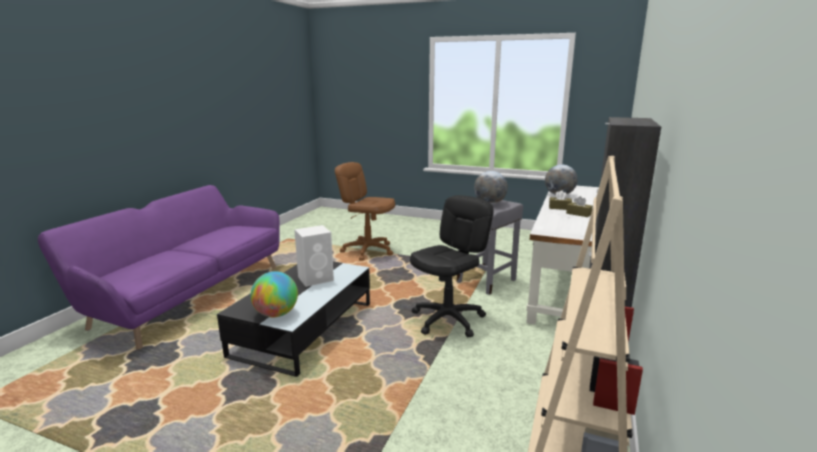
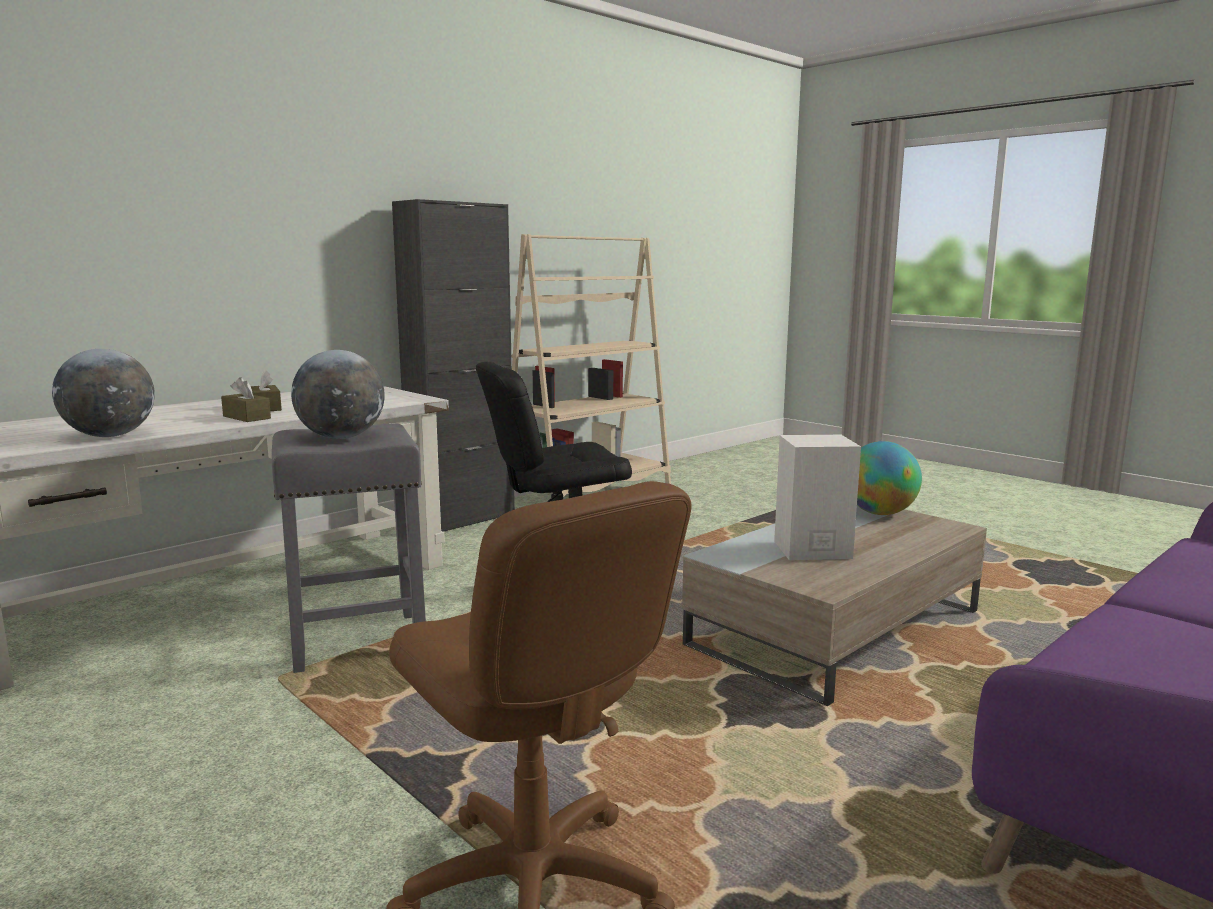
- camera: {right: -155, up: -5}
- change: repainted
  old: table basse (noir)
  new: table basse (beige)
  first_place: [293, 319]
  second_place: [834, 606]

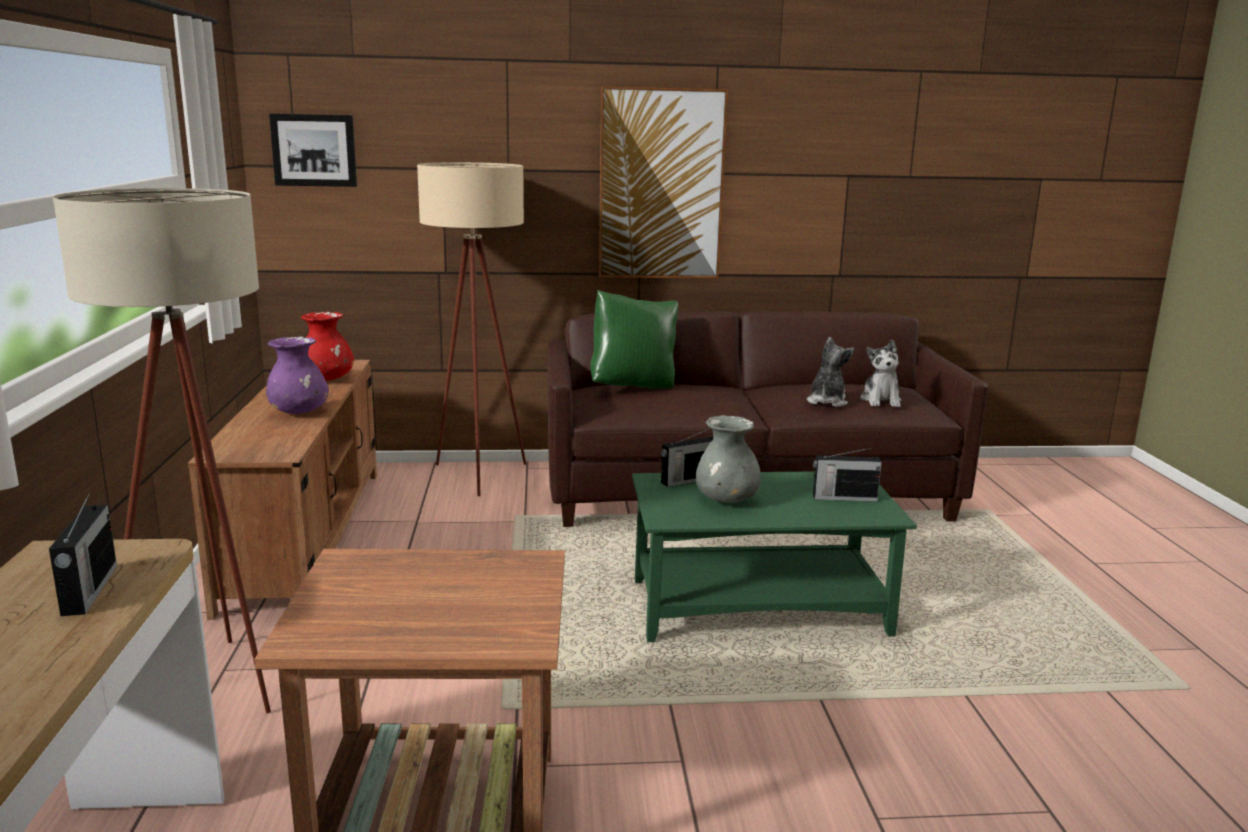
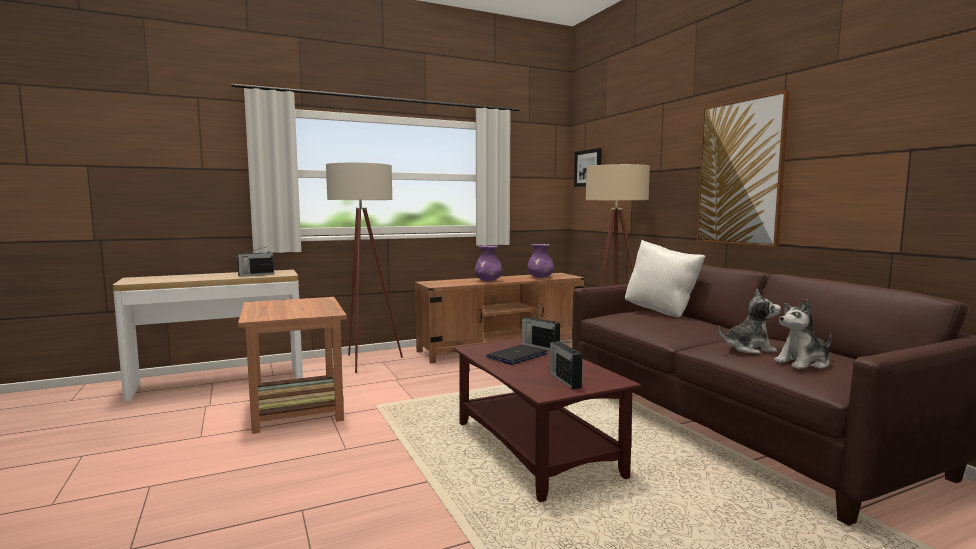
- camera: {right: 70, up: -10}
- change: repainted
  old: vase (rouge)
  new: vase (violet)
  first_place: [327, 346]
  second_place: [540, 261]
- change: repainted
  old: coussin (vert)
  new: coussin (blanc)
  first_place: [634, 339]
  second_place: [665, 279]
- change: repainted
  old: table basse (vert)
  new: table basse (marron)
  first_place: [774, 557]
  second_place: [547, 420]
- change: swapped
  old: vase (gris)
  new: ordinateur portable
  first_place: [728, 459]
  second_place: [516, 355]

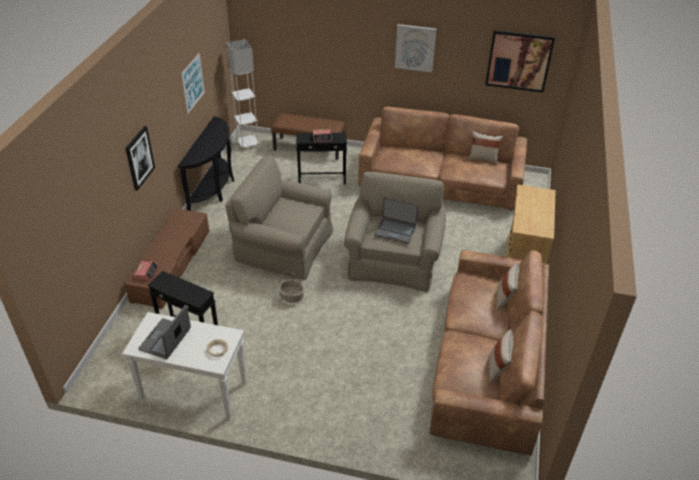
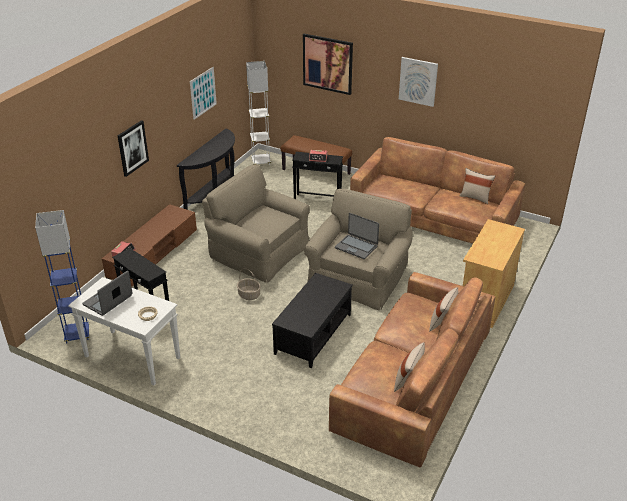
- camera: {right: 15, up: -5}
- change: shifted
  old: tableau
  first_place: [520, 61]
  second_place: [328, 64]
- change: new
  new: lampadaire (bleu)
  second_place: [62, 276]
- change: new
  new: table basse (noir)
  second_place: [312, 320]

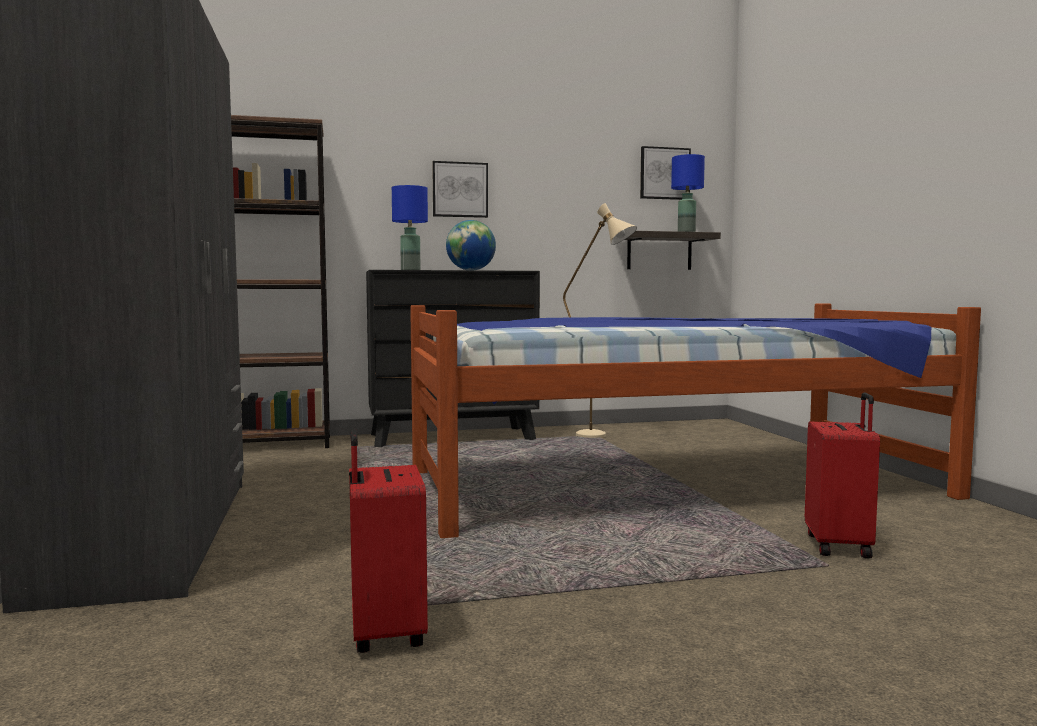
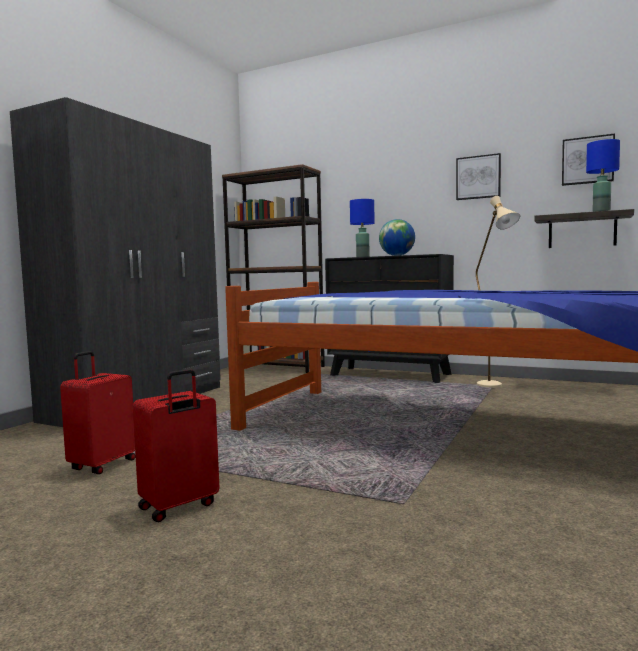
- camera: {right: 40, up: 0}
- change: shifted
  old: tableau
  first_place: [460, 189]
  second_place: [478, 176]
- change: shifted
  old: valise (rouge)
  first_place: [842, 475]
  second_place: [176, 445]

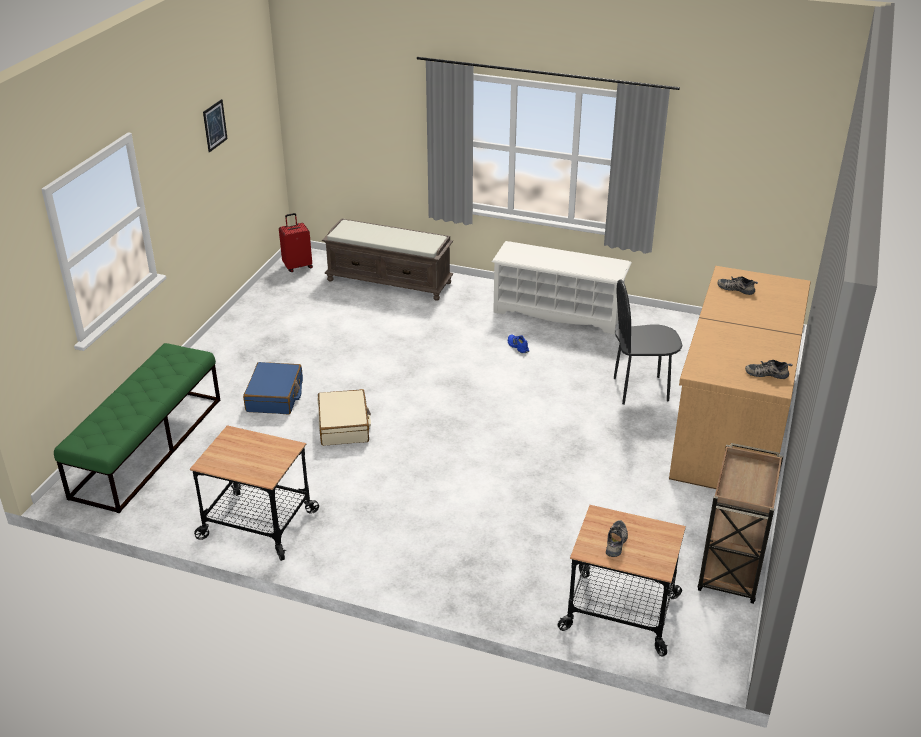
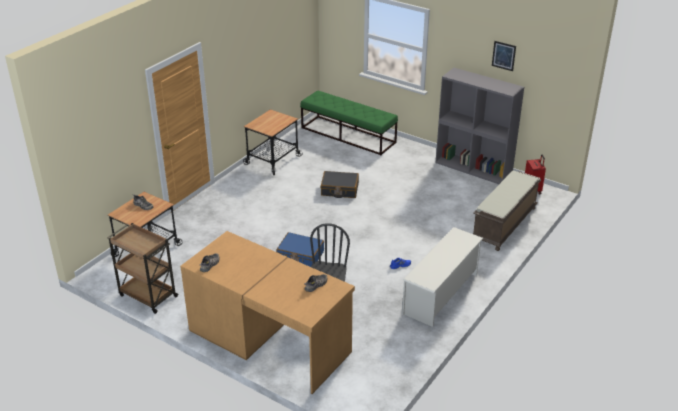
- camera: {right: 105, up: 0}
- change: shifted
  old: valise (bleu)
  first_place: [273, 388]
  second_place: [300, 249]
- change: repainted
  old: valise (beige)
  new: valise (noir)
  first_place: [344, 417]
  second_place: [340, 184]
- change: new
  new: bibliothèque (gris)
  second_place: [480, 126]

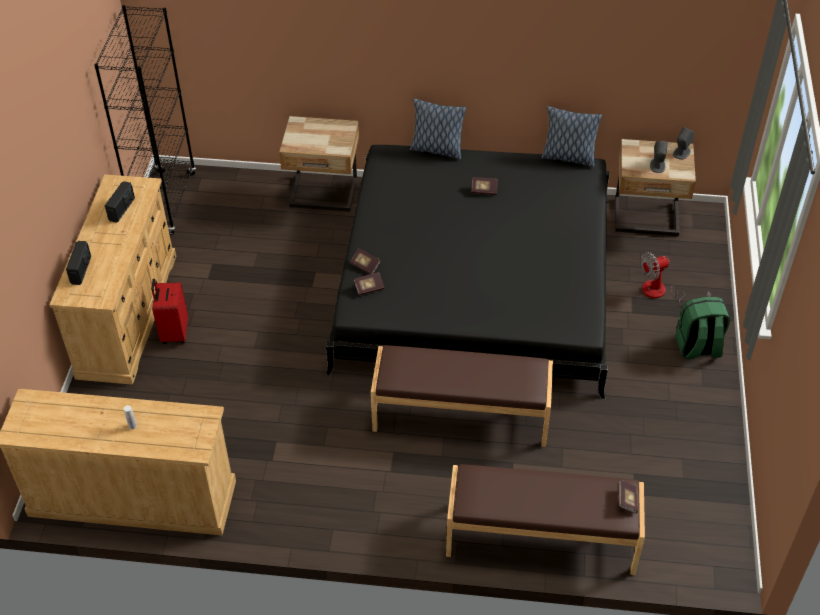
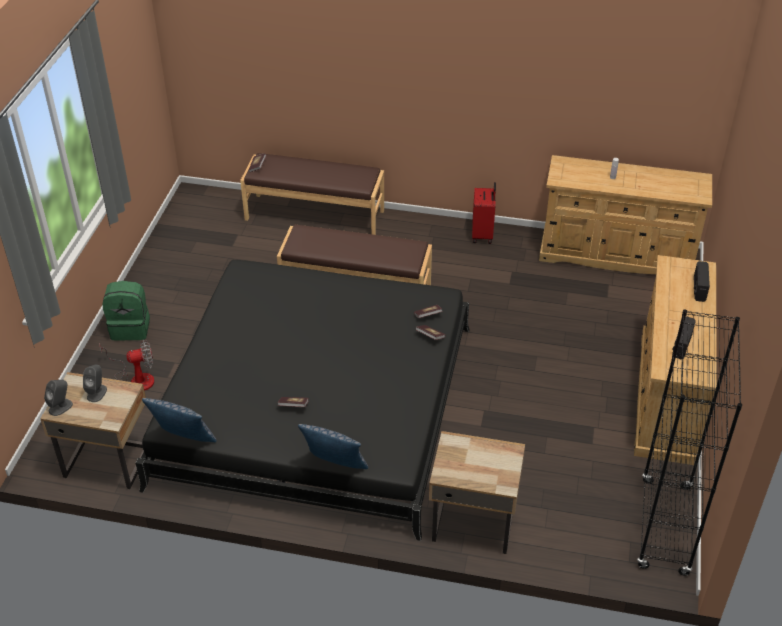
- camera: {right: -175, up: -5}
- change: shifted
  old: valise (rouge)
  first_place: [169, 311]
  second_place: [484, 213]

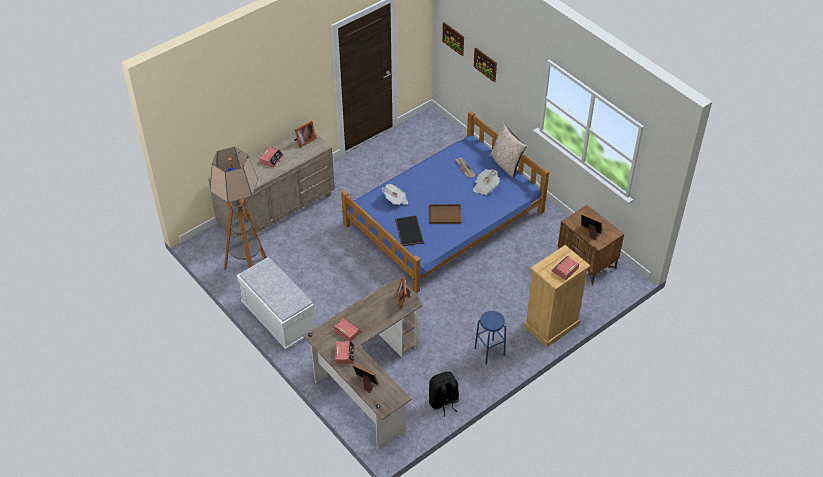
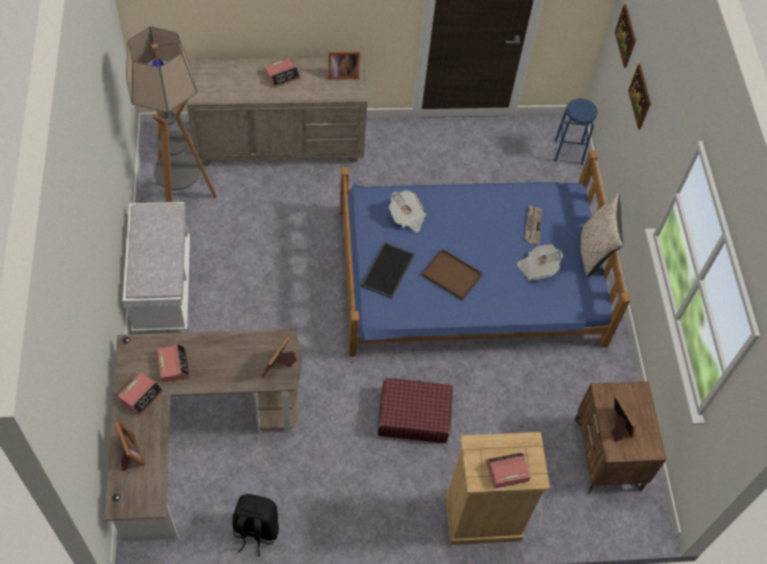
- camera: {right: 30, up: 10}
- change: shifted
  old: tabouret (bleu)
  first_place: [490, 337]
  second_place: [576, 131]
- change: new
  new: valise (rouge)
  second_place: [415, 410]

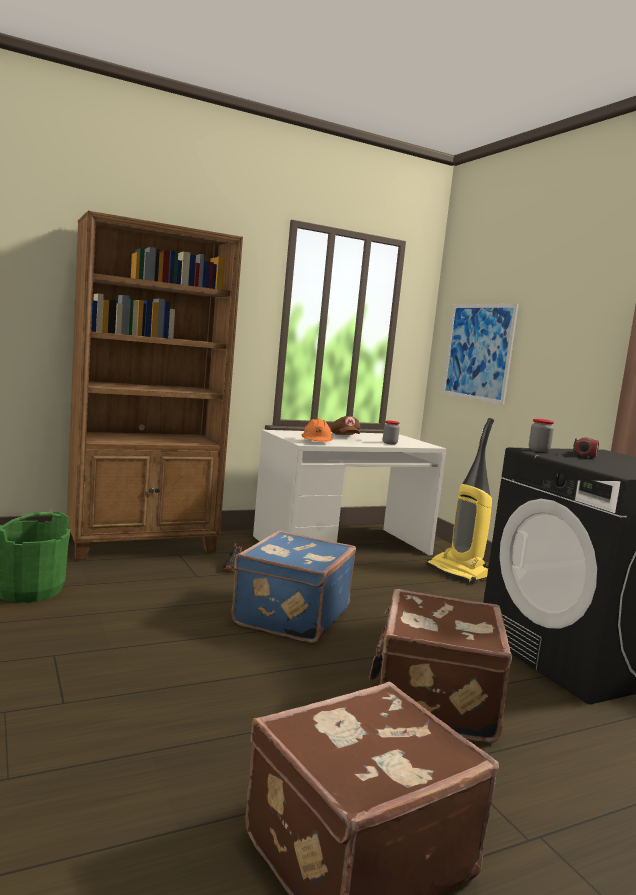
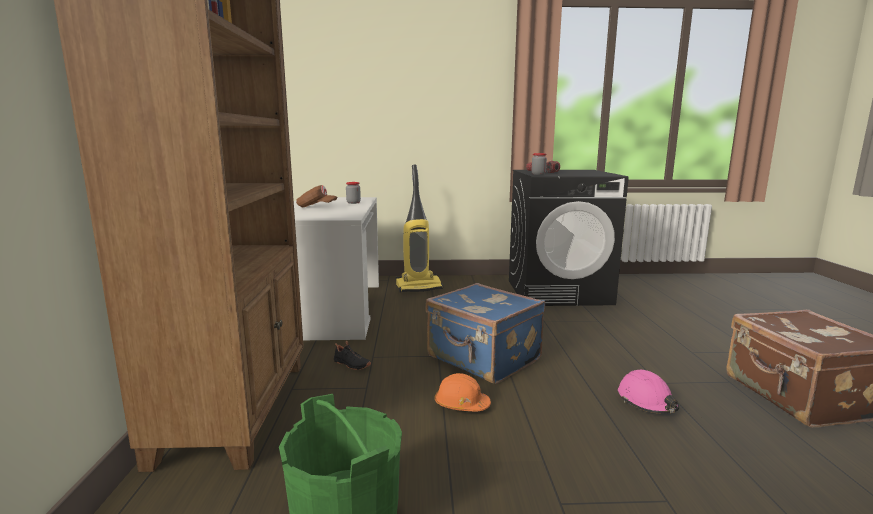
- camera: {right: -65, up: 5}
- change: shifted
  old: casque de chantier (orange)
  first_place: [317, 430]
  second_place: [463, 392]
- change: gone
  old: valise (marron)
  first_place: [440, 666]
- change: gone
  old: tableau
  first_place: [481, 354]
- change: new
  new: casque de chantier (rose)
  second_place: [648, 392]

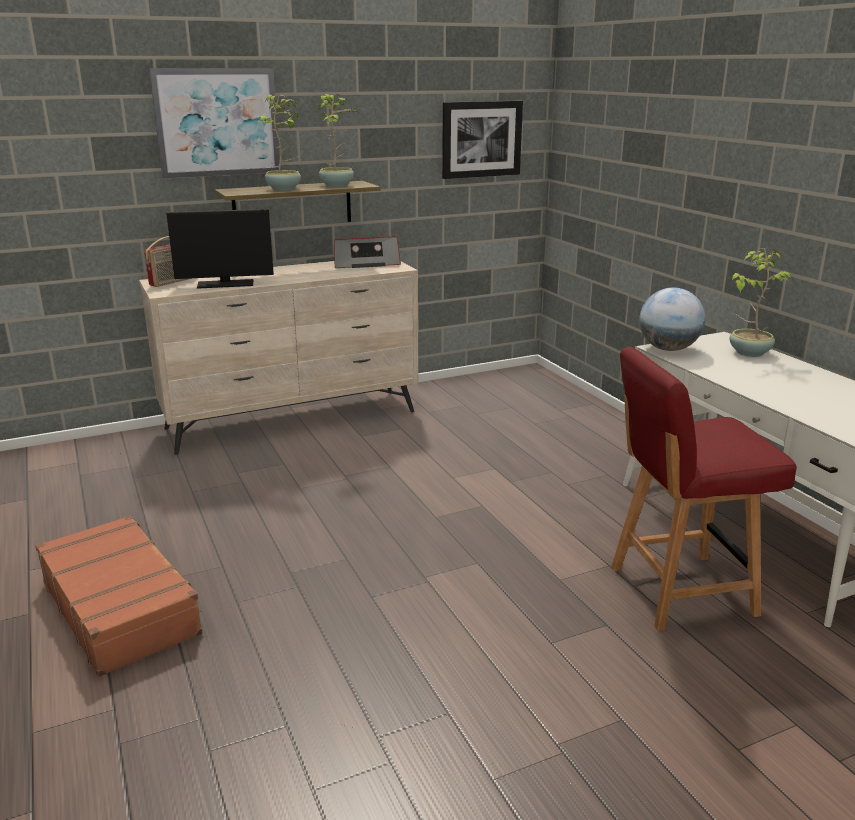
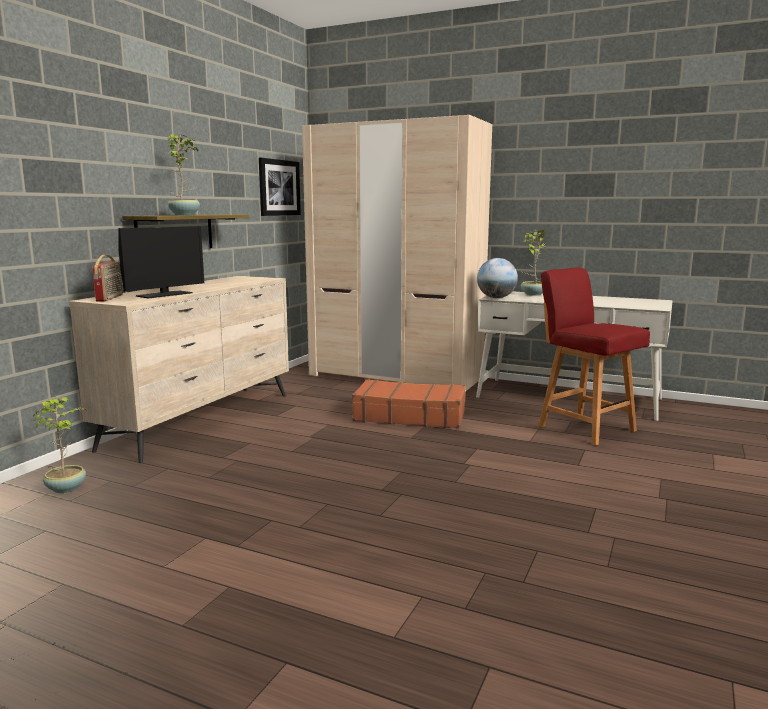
- camera: {right: -40, up: -10}
- change: shifted
  old: valise (marron)
  first_place: [119, 596]
  second_place: [409, 404]
- change: gone
  old: tableau
  first_place: [214, 123]
- change: shifted
  old: plante en pot
  first_place: [338, 140]
  second_place: [59, 444]
- change: gone
  old: radio
  first_place: [367, 252]
- change: rotated
  old: chaise (rouge)
  first_place: [704, 489]
  second_place: [594, 357]
  degrees: 105
- change: new
  new: armoire (beige)
  second_place: [397, 253]

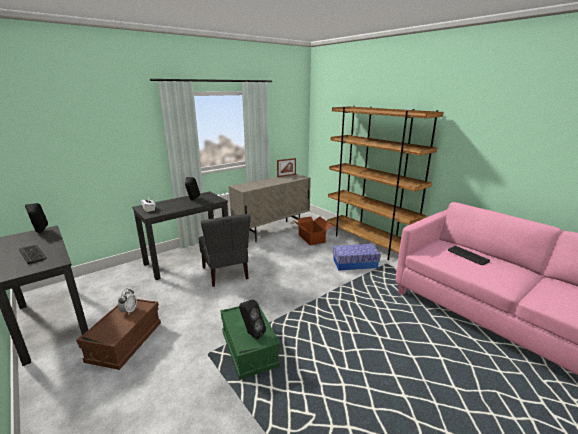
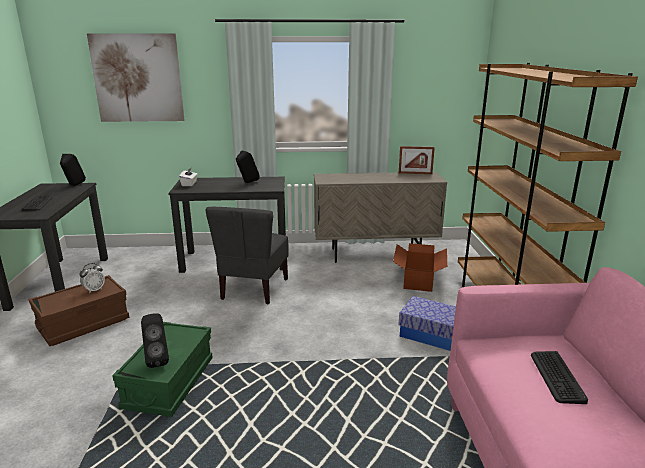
- camera: {right: 35, up: 0}
- change: new
  new: tableau
  second_place: [136, 77]

